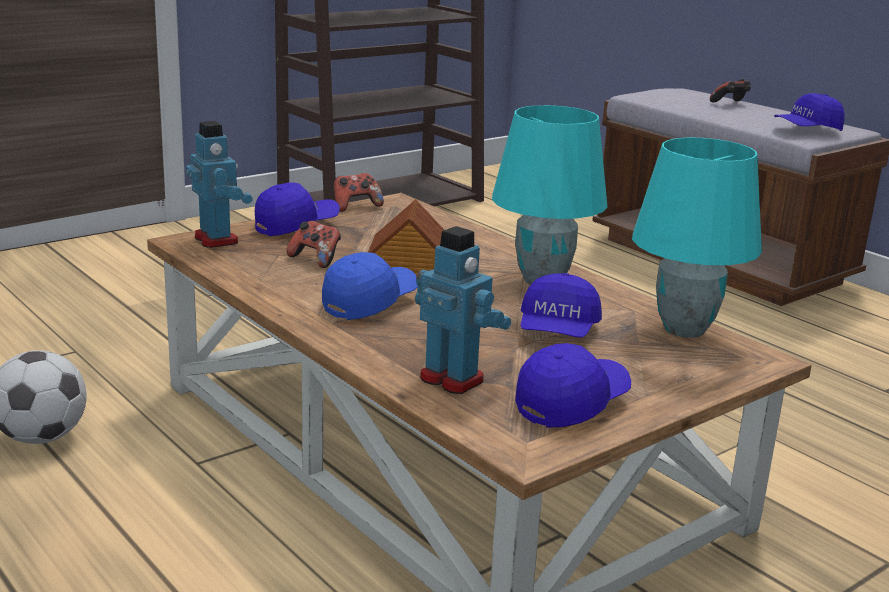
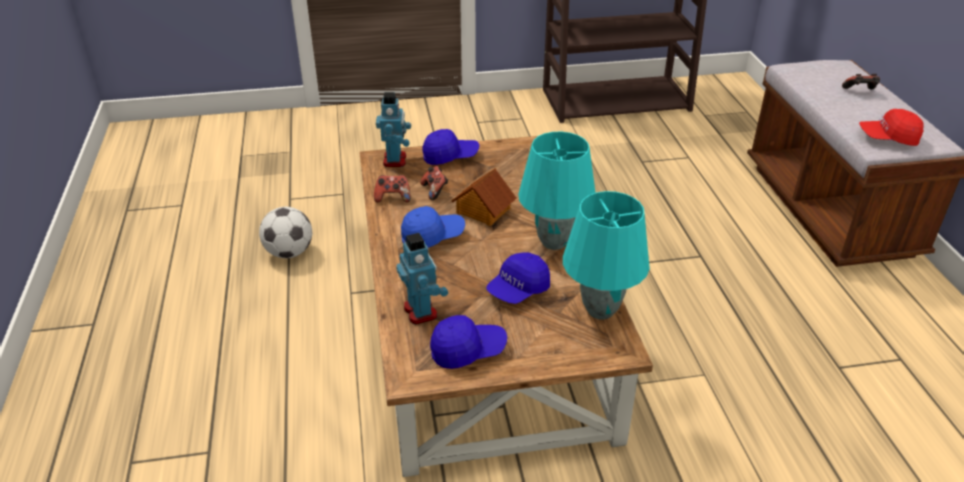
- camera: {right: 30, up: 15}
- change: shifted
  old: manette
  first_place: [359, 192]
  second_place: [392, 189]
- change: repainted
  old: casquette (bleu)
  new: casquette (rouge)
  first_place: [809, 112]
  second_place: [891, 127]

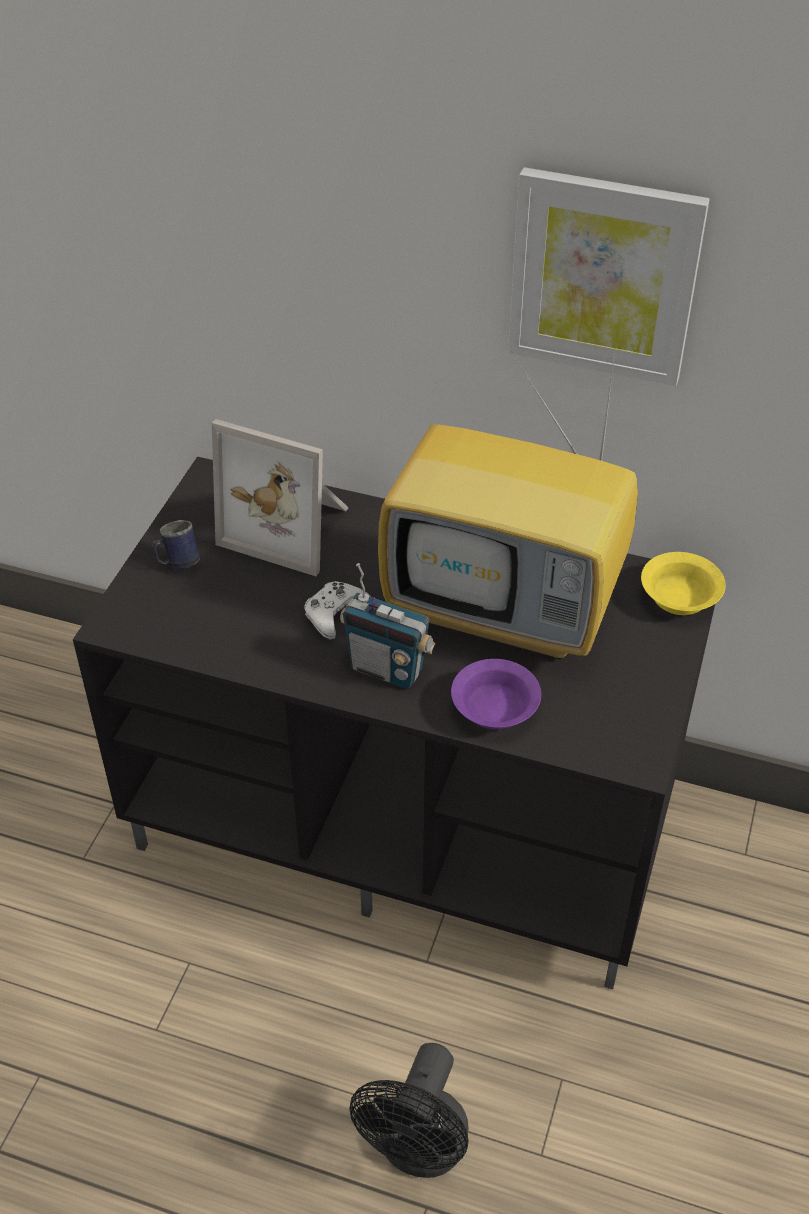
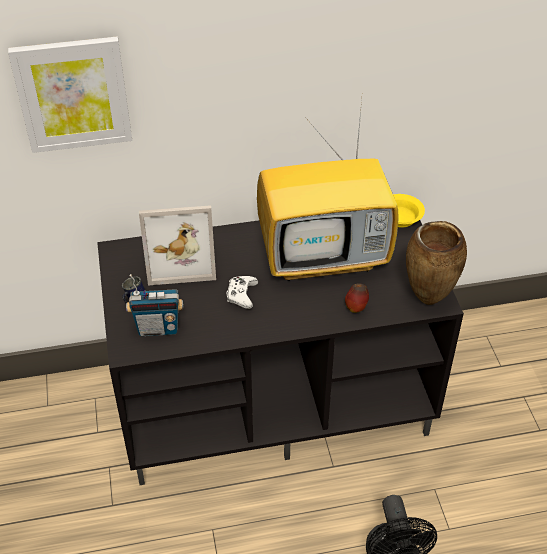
- camera: {right: -30, up: 0}
- change: shifted
  old: radio
  first_place: [388, 626]
  second_place: [155, 305]
- change: swapped
  old: bol (violet)
  new: pomme
  first_place: [496, 694]
  second_place: [357, 298]
- change: shifted
  old: tableau
  first_place: [609, 276]
  second_place: [70, 95]
- change: new
  new: vase (marron)
  second_place: [436, 263]

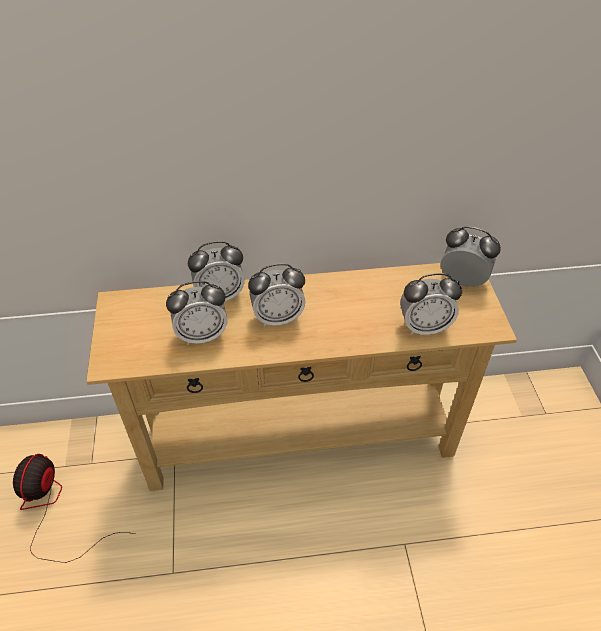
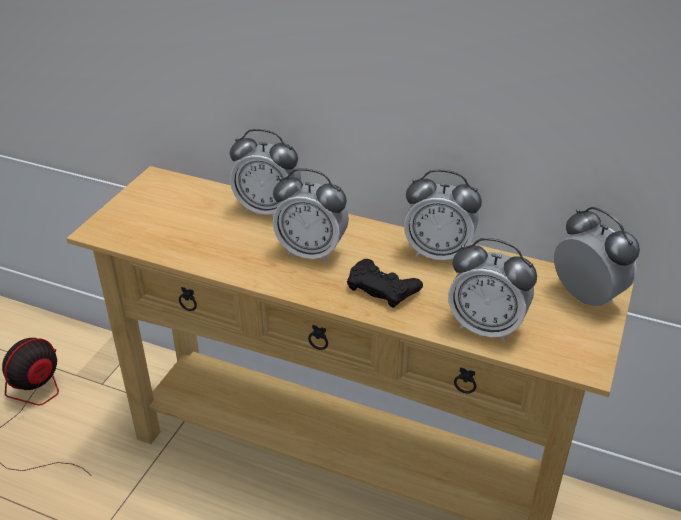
- camera: {right: 30, up: -10}
- change: shifted
  old: réveil
  first_place: [196, 313]
  second_place: [443, 215]
- change: new
  new: manette (noir)
  second_place: [385, 283]

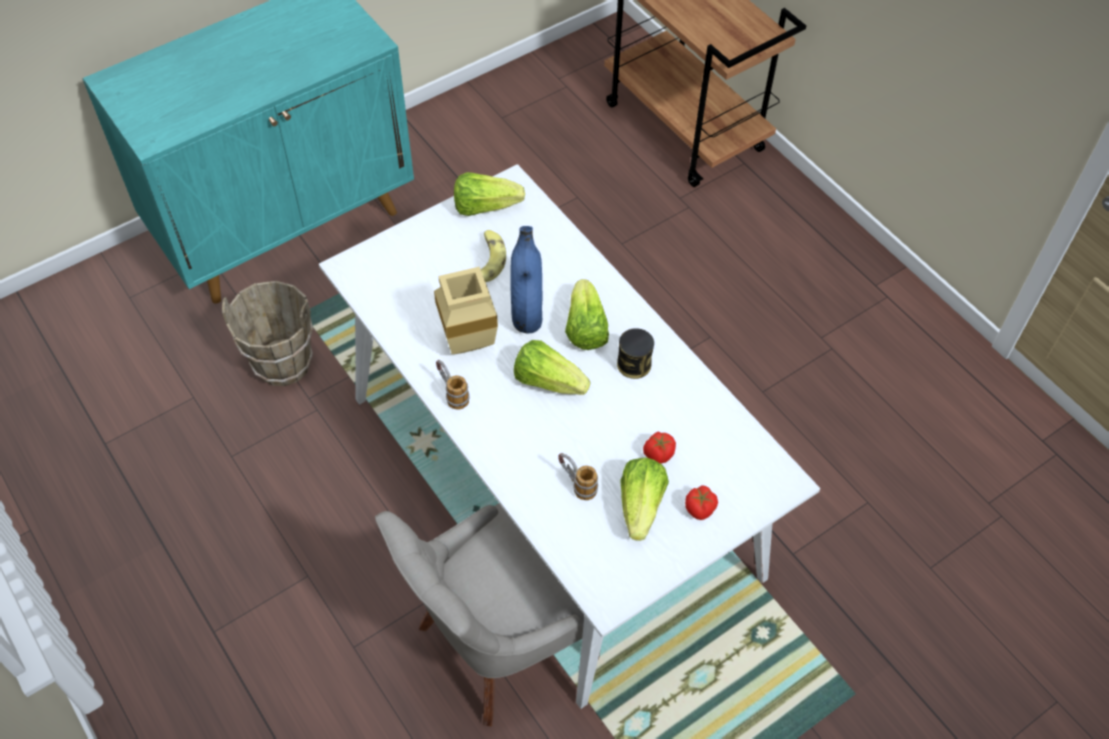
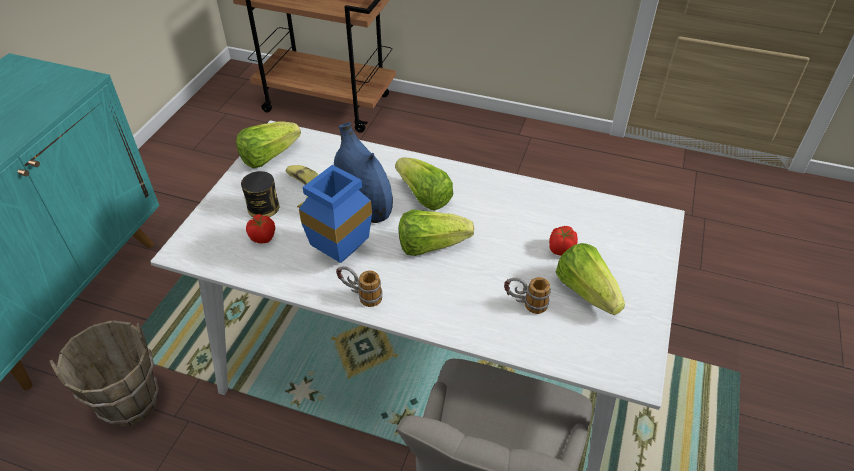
- camera: {right: -35, up: -10}
- change: repainted
  old: vase (beige)
  new: vase (bleu)
  first_place: [466, 310]
  second_place: [335, 214]
- change: shifted
  old: boîte métallique
  first_place: [635, 353]
  second_place: [260, 194]
- change: shifted
  old: tomate
  first_place: [701, 502]
  second_place: [260, 229]

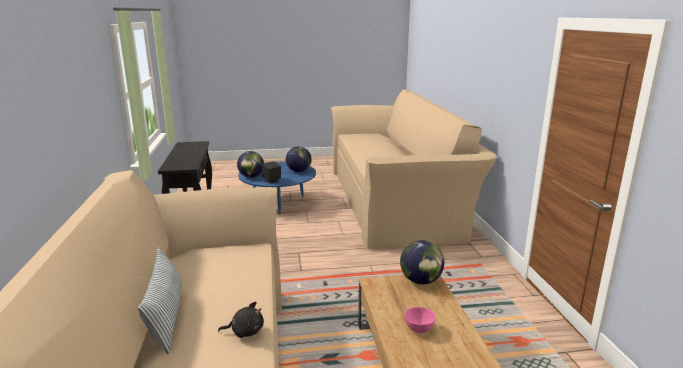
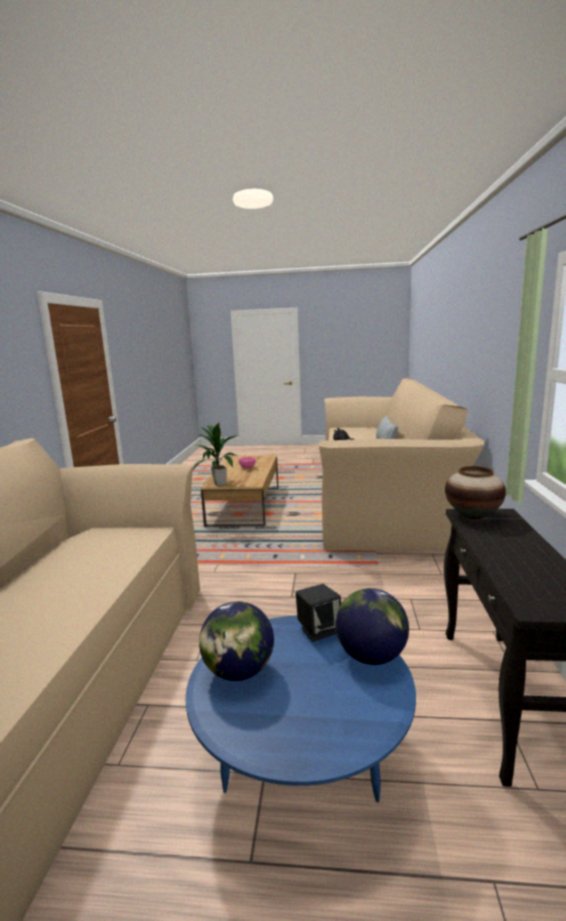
- camera: {right: -165, up: -5}
- change: swapped
  old: globe
  new: plante en pot
  first_place: [422, 262]
  second_place: [216, 454]
- change: new
  new: vase
  second_place: [475, 492]

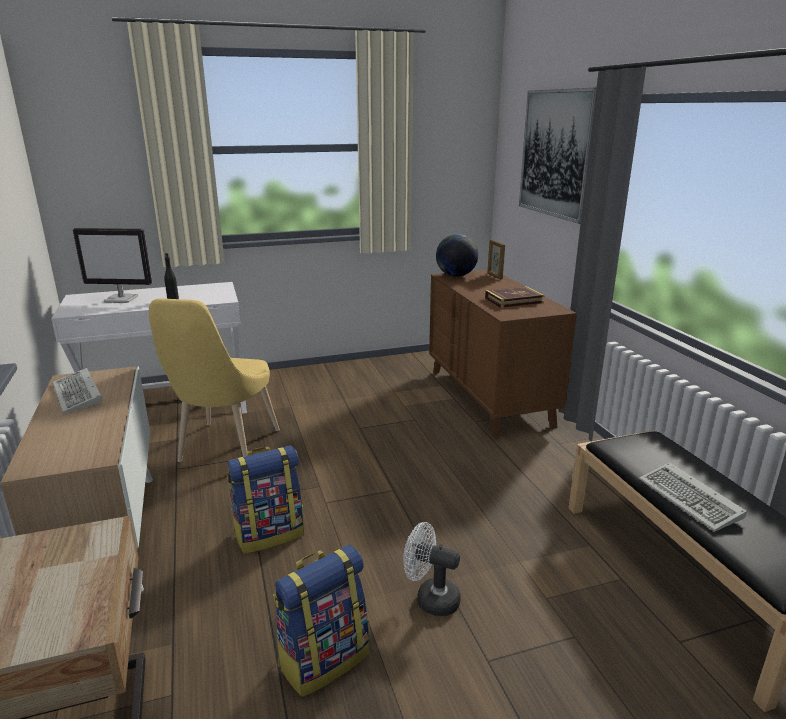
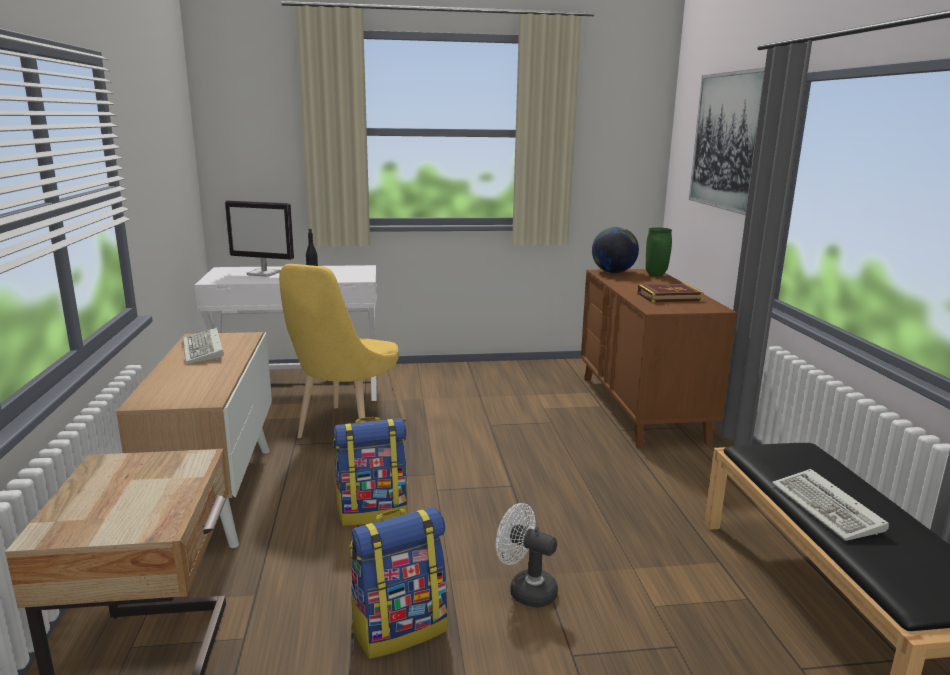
- camera: {right: 10, up: -5}
- change: swapped
  old: cadre photo
  new: vase (vert)
  first_place: [496, 260]
  second_place: [659, 252]

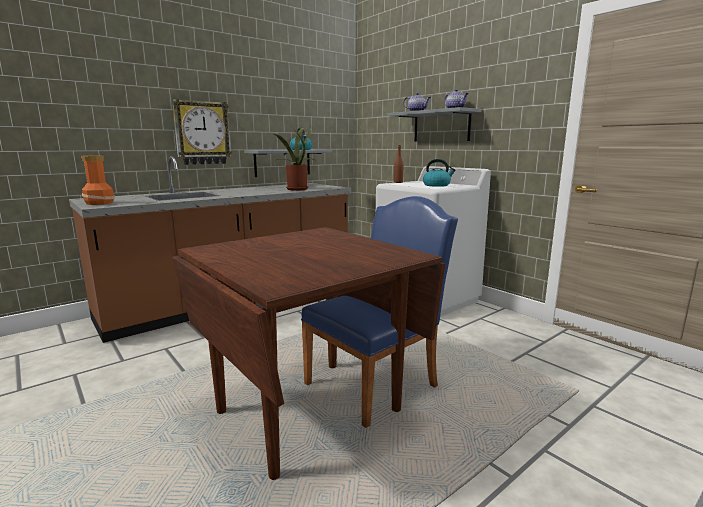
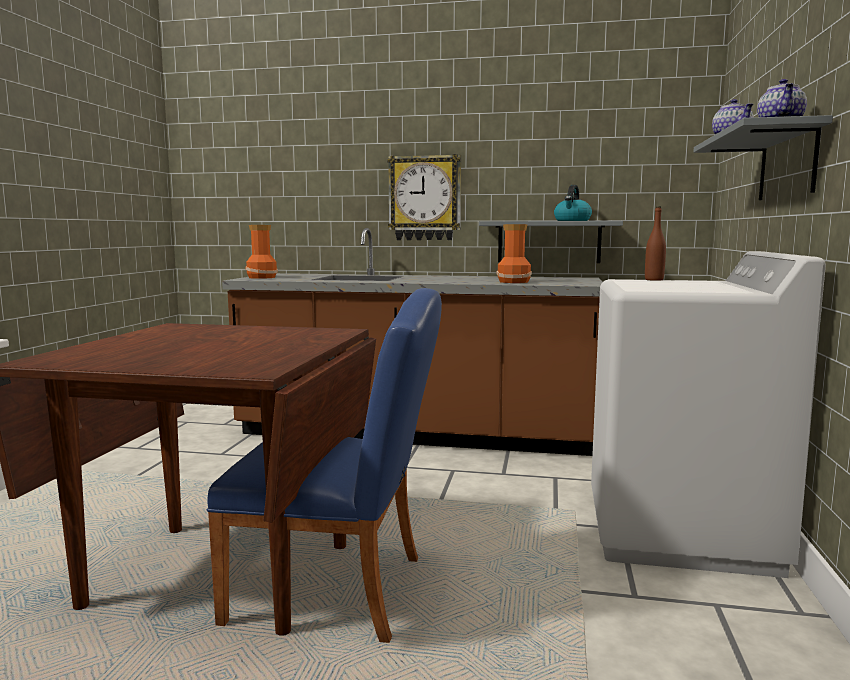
- camera: {right: 50, up: -5}
- change: swapped
  old: plante en pot
  new: vase
  first_place: [294, 158]
  second_place: [514, 253]
- change: gone
  old: bouilloire
  first_place: [439, 173]

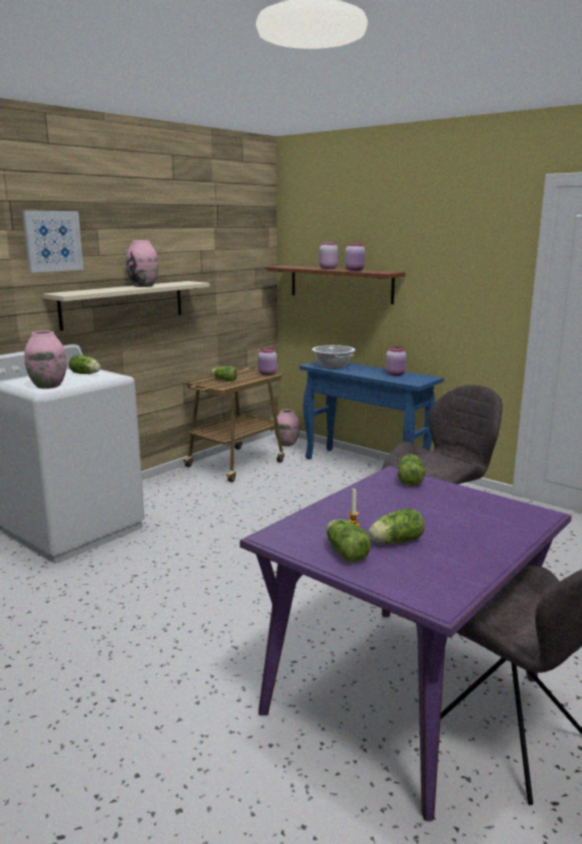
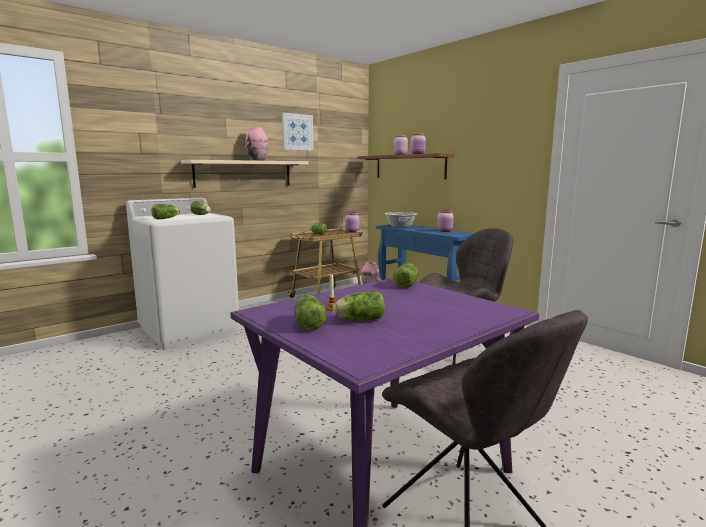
- camera: {right: 10, up: -5}
- change: shifted
  old: tableau
  first_place: [52, 241]
  second_place: [298, 132]
- change: swapped
  old: vase (rose)
  new: laitue
  first_place: [45, 360]
  second_place: [165, 211]

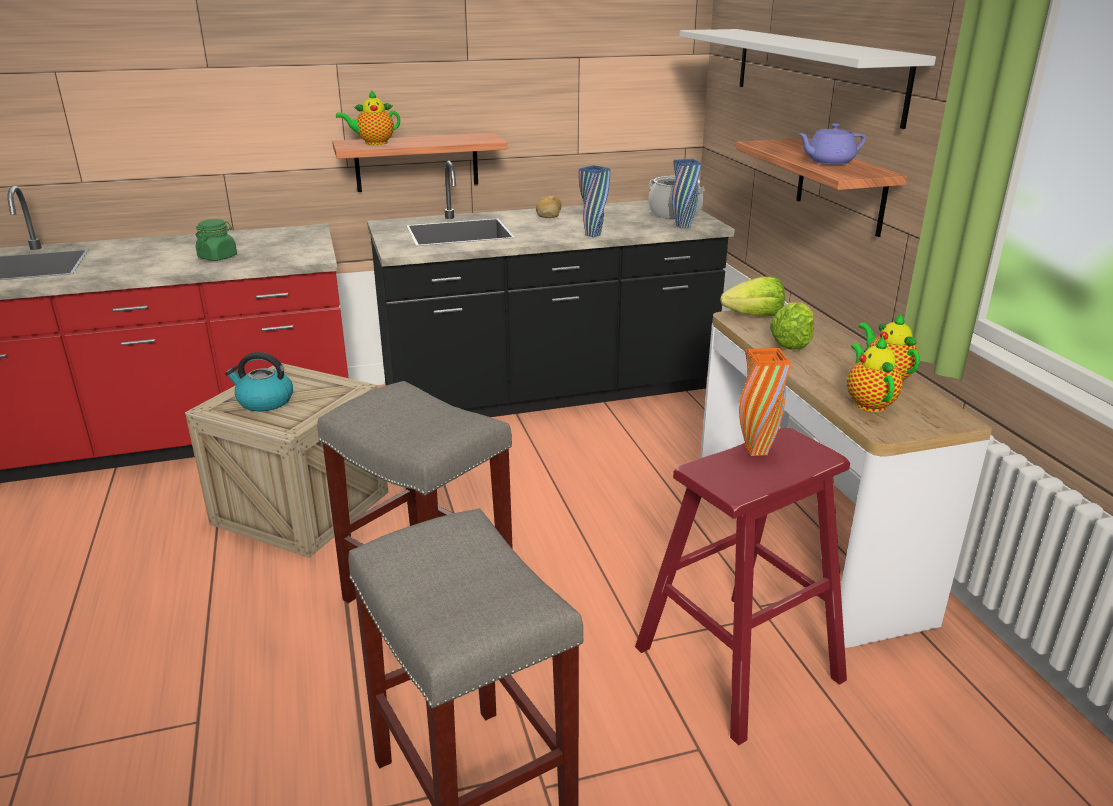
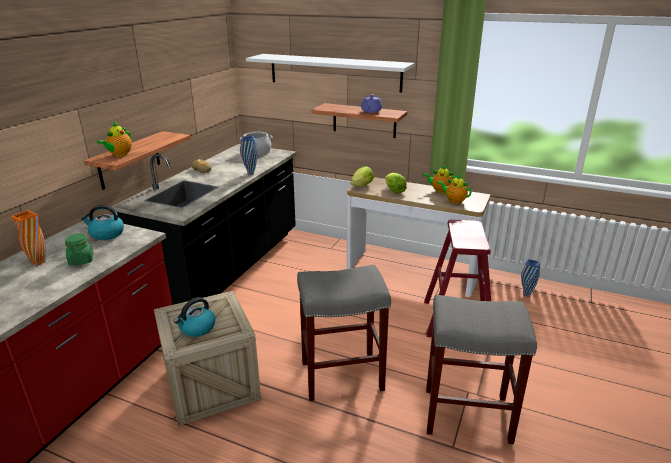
- camera: {right: -50, up: 0}
- change: shifted
  old: vase (bleu)
  first_place: [687, 193]
  second_place: [530, 277]
- change: shifted
  old: vase (orange)
  first_place: [765, 402]
  second_place: [28, 238]
- change: new
  new: bouilloire
  second_place: [102, 222]

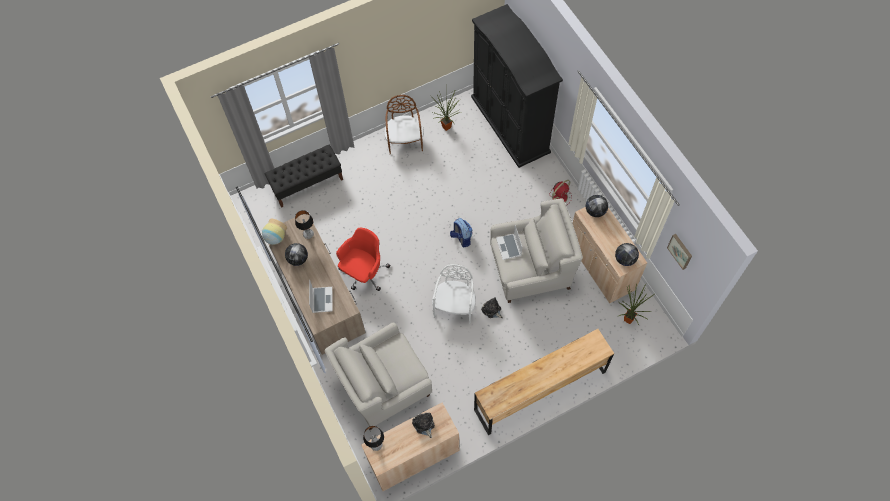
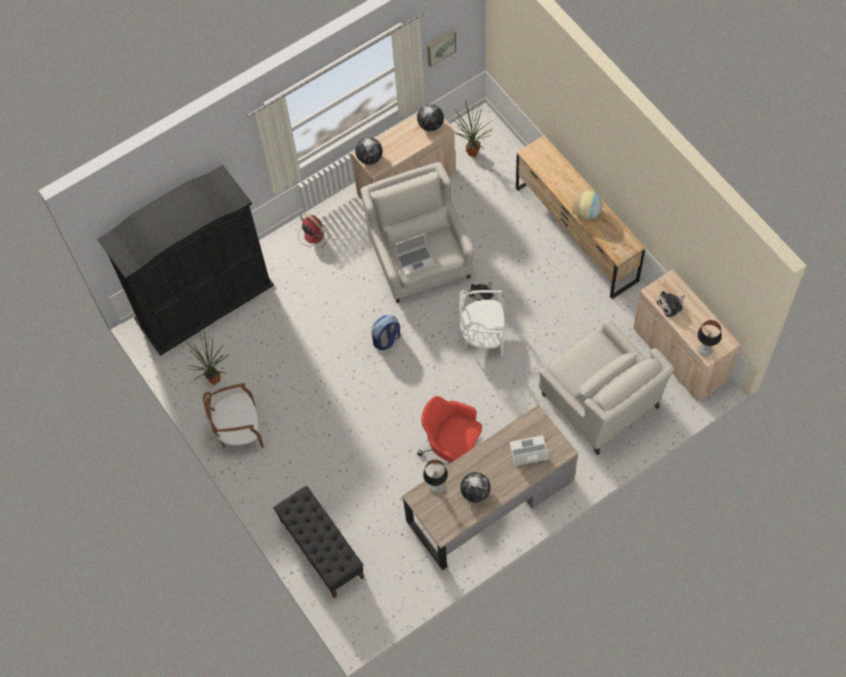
- camera: {right: -95, up: 0}
- change: shifted
  old: vase
  first_place: [274, 231]
  second_place: [587, 204]

